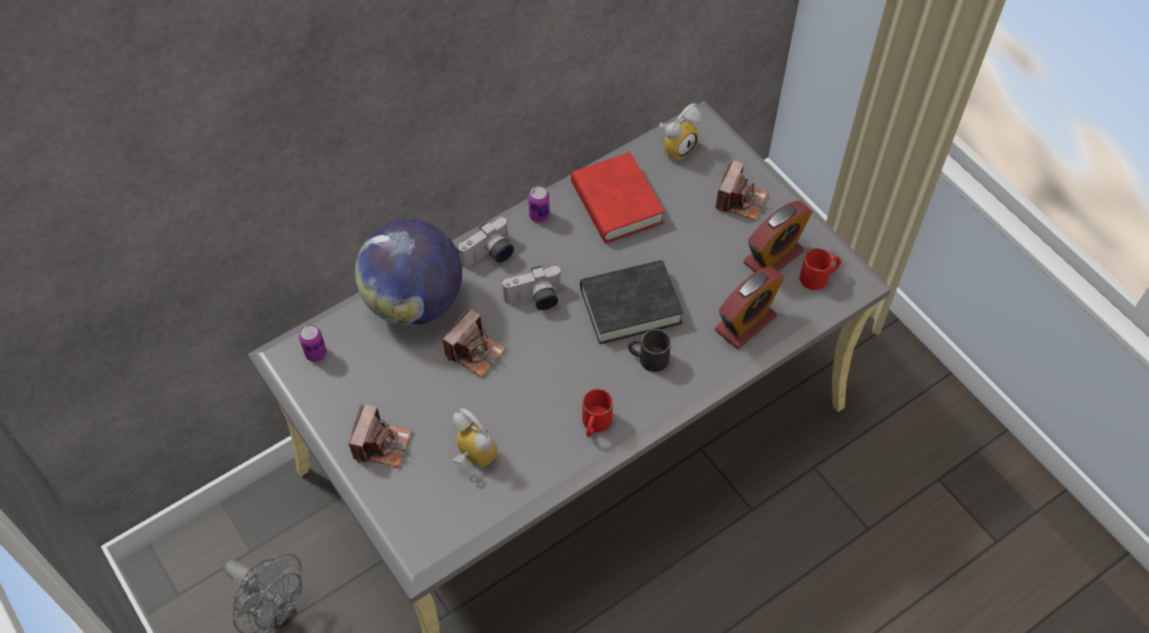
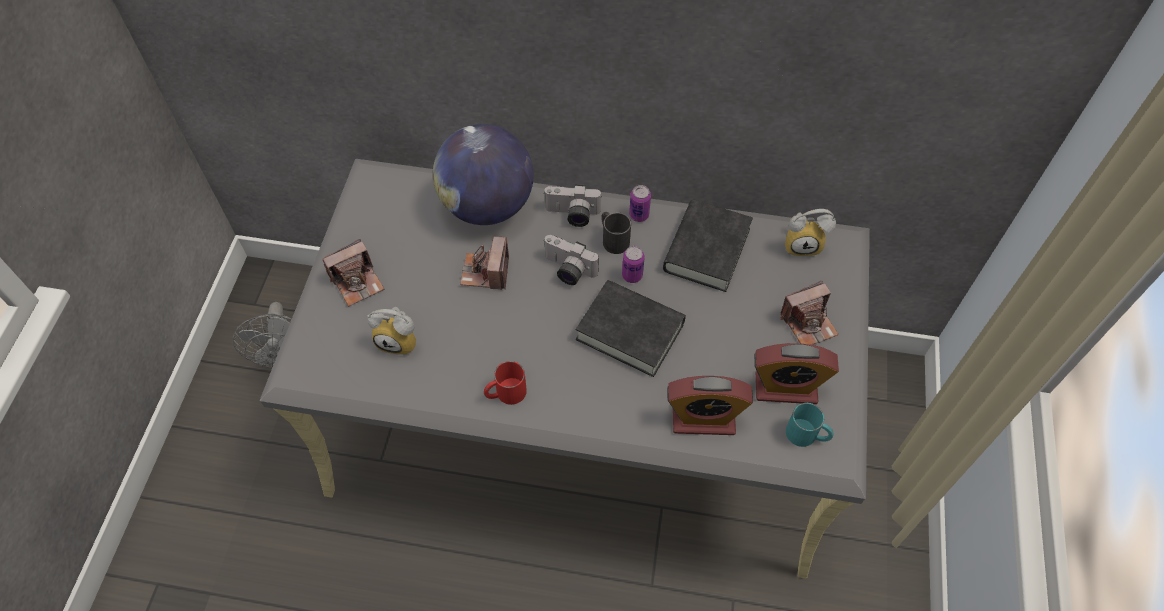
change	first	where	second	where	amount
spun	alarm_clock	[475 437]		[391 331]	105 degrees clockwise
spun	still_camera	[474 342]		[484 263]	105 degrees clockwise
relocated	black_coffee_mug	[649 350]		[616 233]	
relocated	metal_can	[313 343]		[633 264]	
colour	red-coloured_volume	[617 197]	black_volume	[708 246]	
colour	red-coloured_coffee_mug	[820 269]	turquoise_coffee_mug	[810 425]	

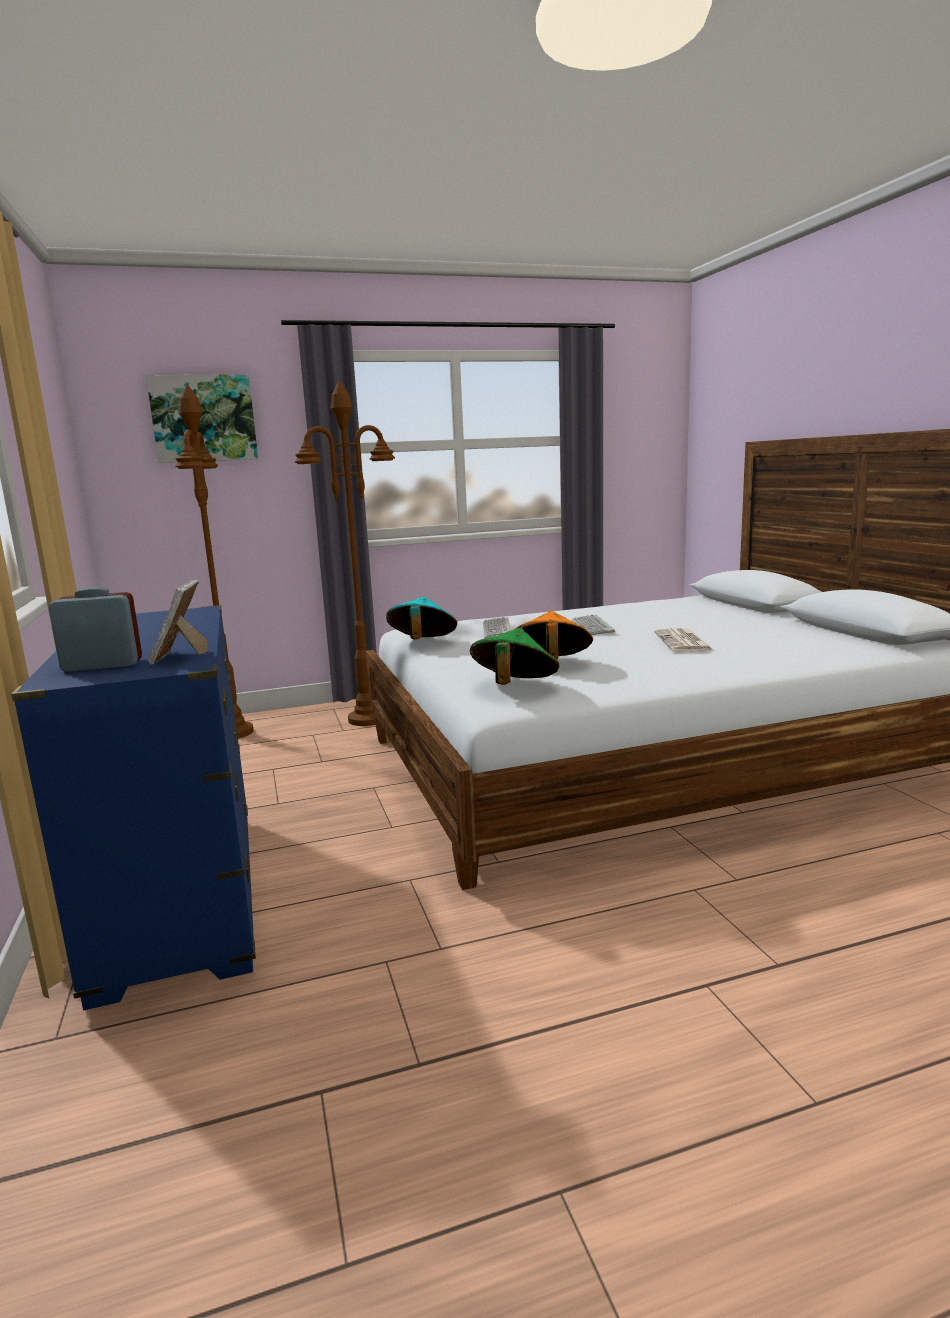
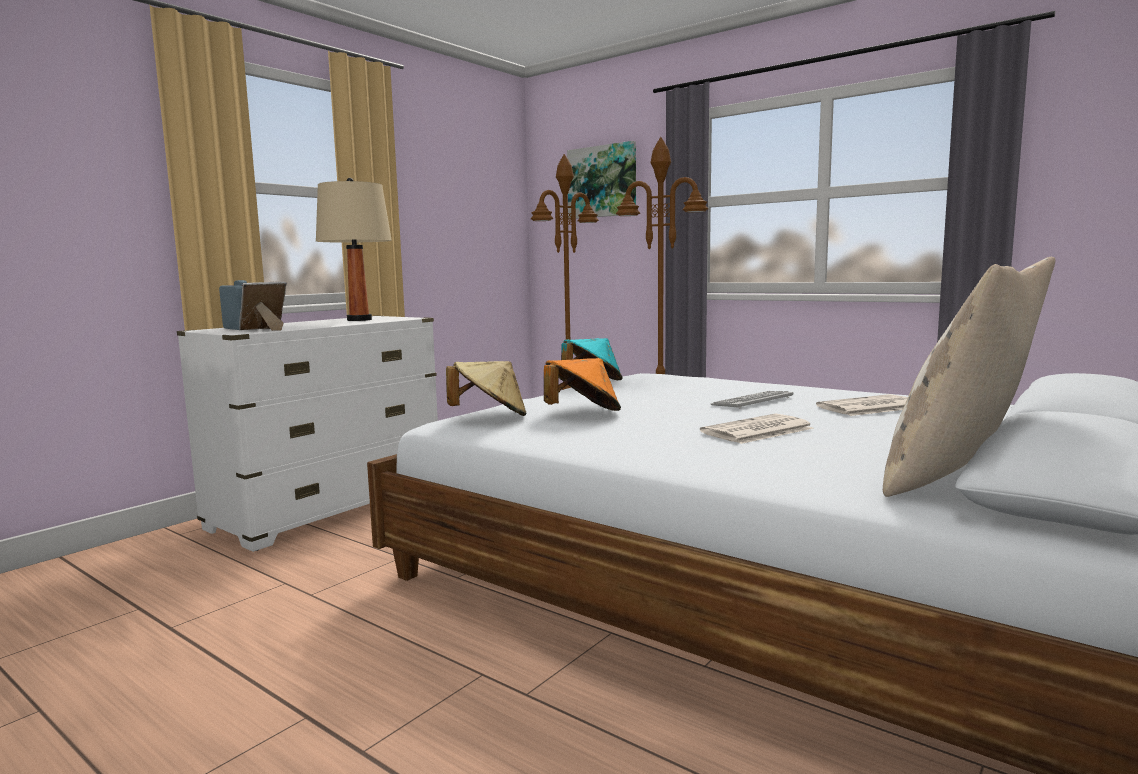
change	first	where	second	where	amount
colour	blue_chest_of_drawers	[133 807]	white_chest_of_drawers	[307 434]	
appeared			sand-coloured_tabletop_lamp	[354 249]	
colour	greenish_wearable_hat	[514 656]	sand-coloured_wearable_hat	[486 388]	
appeared			daily_paper	[862 405]	
appeared			sand-coloured_cushion	[969 377]	
missing	keyboard	[497 627]			

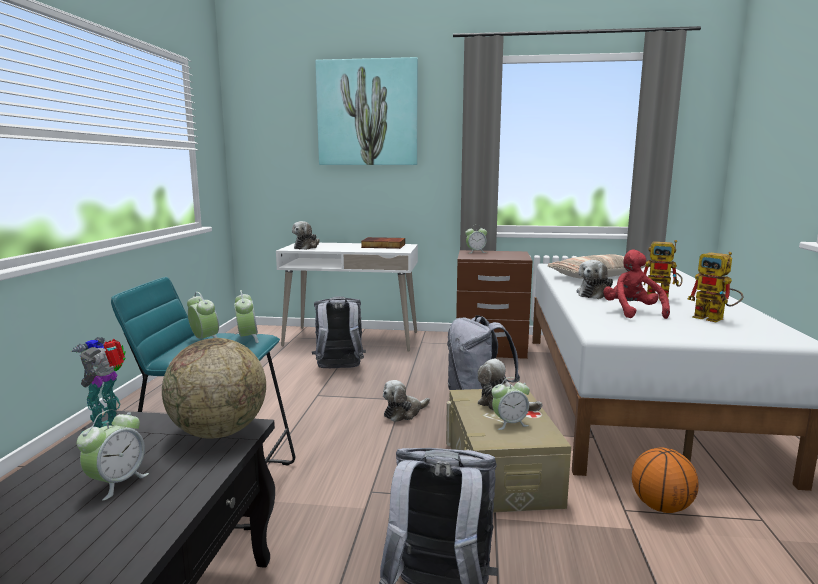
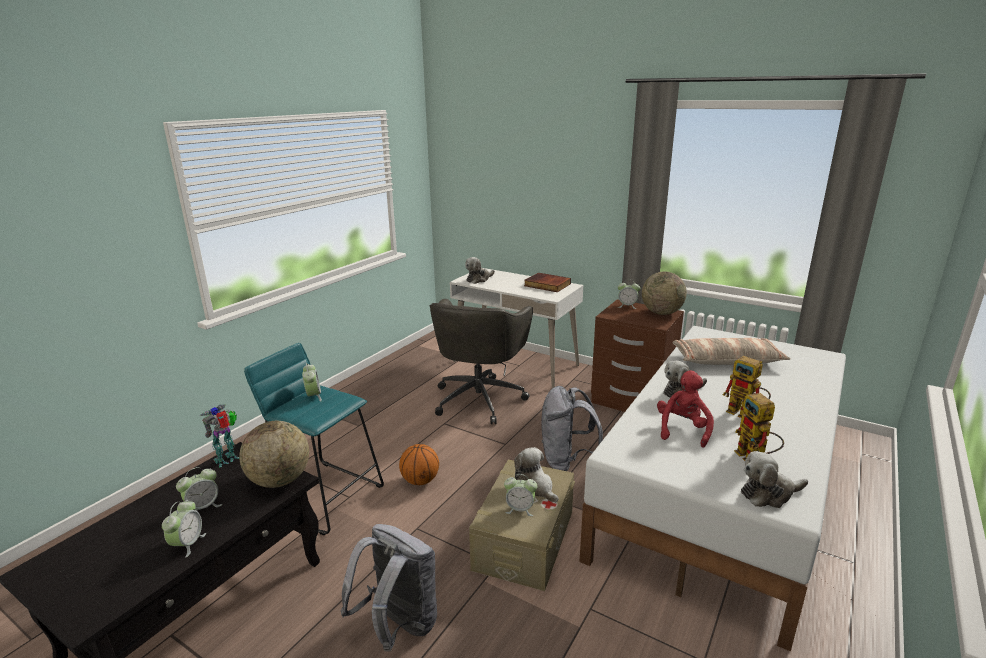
change	first	where	second	where	amount
relocated	alarm_clock	[246 316]		[184 529]	
relocated	ball_for_basketball	[665 480]		[419 464]	
exchanged	grey_backpack	[339 332]	grey_desk_chair	[481 361]	
appeared			world_globe	[664 293]	
relocated	plush_toy	[406 401]		[774 479]	
missing	wall_art	[366 111]			

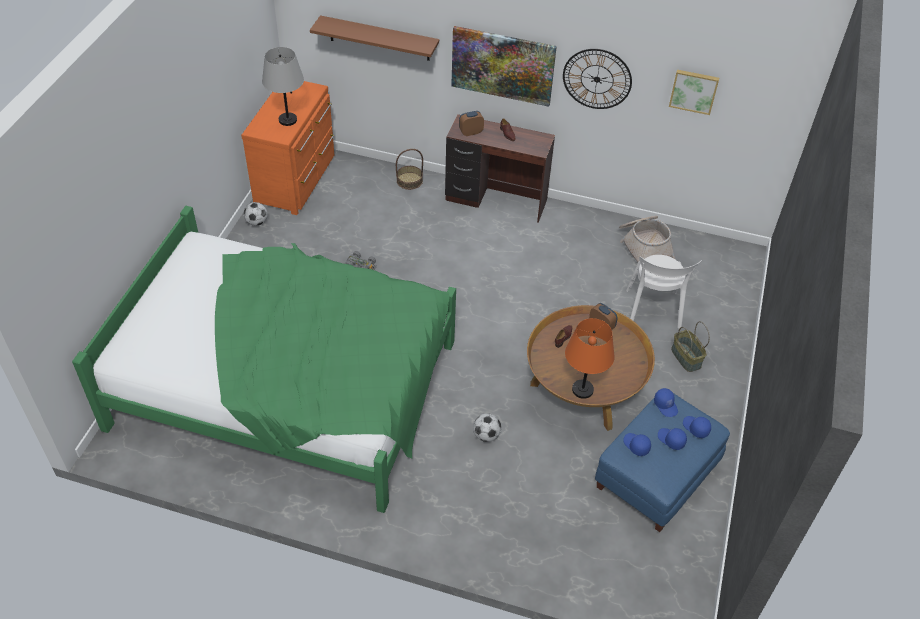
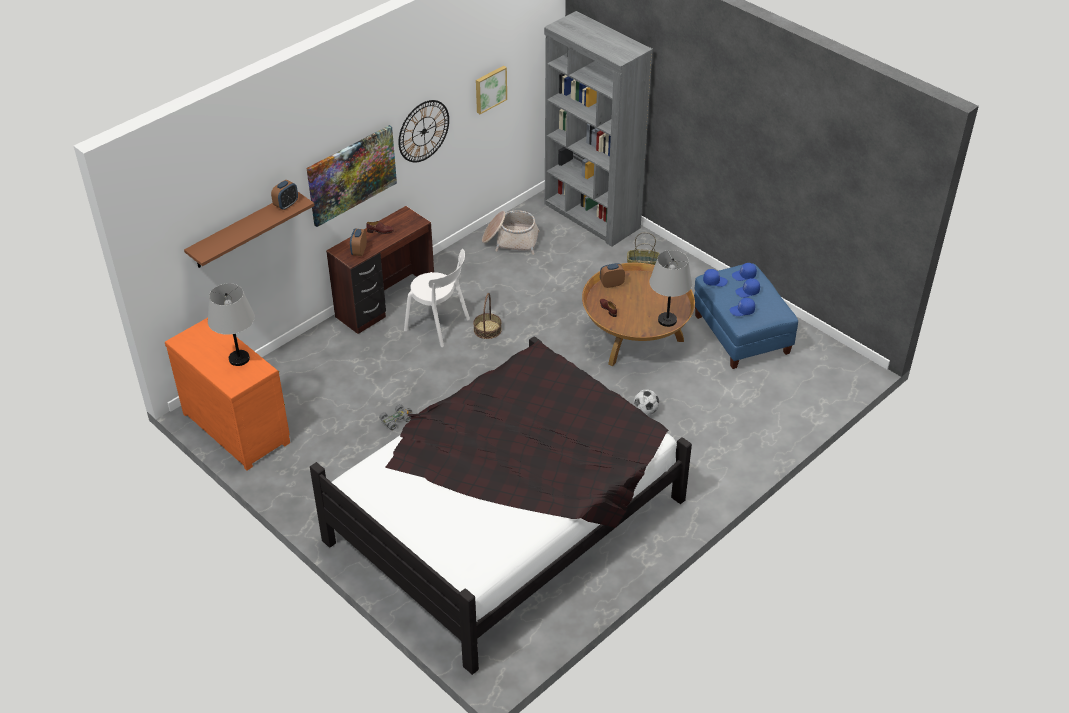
change	first	where	second	where	amount
appeared			alarm_clock	[284 195]	
colour	greenish_bedroom_bed	[264 359]	black_bedroom_bed	[501 505]	
relocated	white_chair	[664 292]		[437 298]	
relocated	storage_basket	[409 169]		[487 316]	
appeared			grey_bookshelf	[598 129]	
colour	orange-coloured_tabletop_lamp	[590 358]	grey_tabletop_lamp	[671 288]	
missing	ball_for_football	[255 214]			

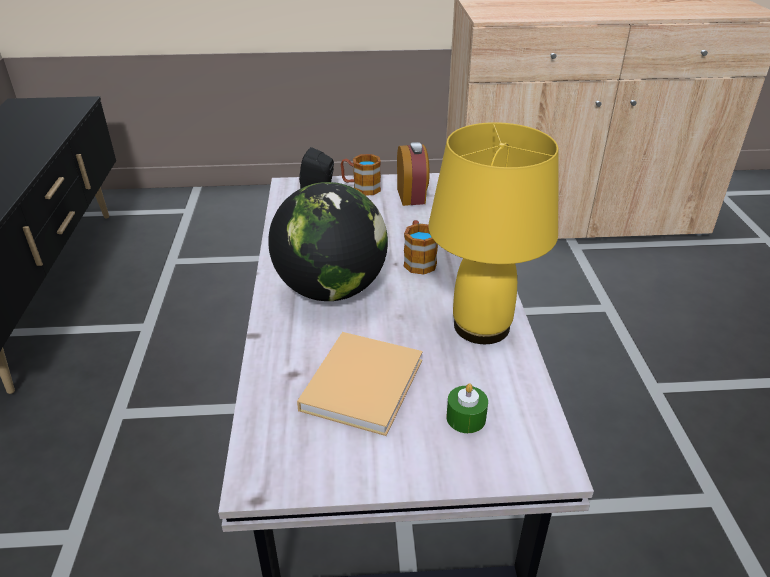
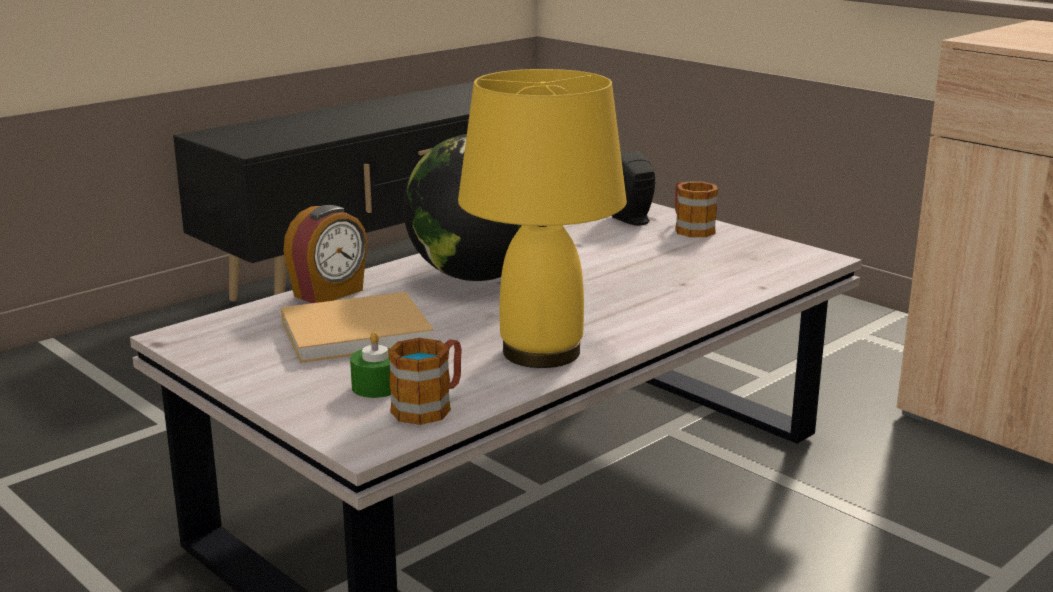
change	first	where	second	where	amount
relocated	alarm_clock	[413 174]		[325 254]	
relocated	coffee_mug	[421 247]		[425 381]	

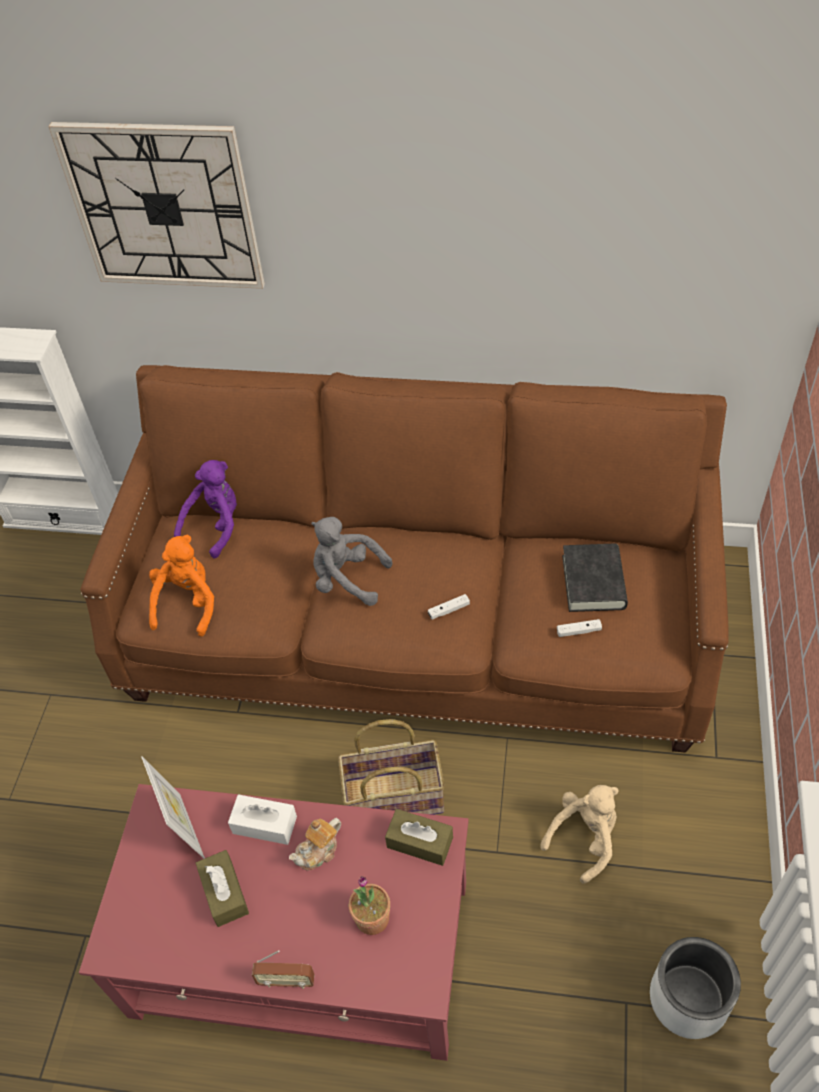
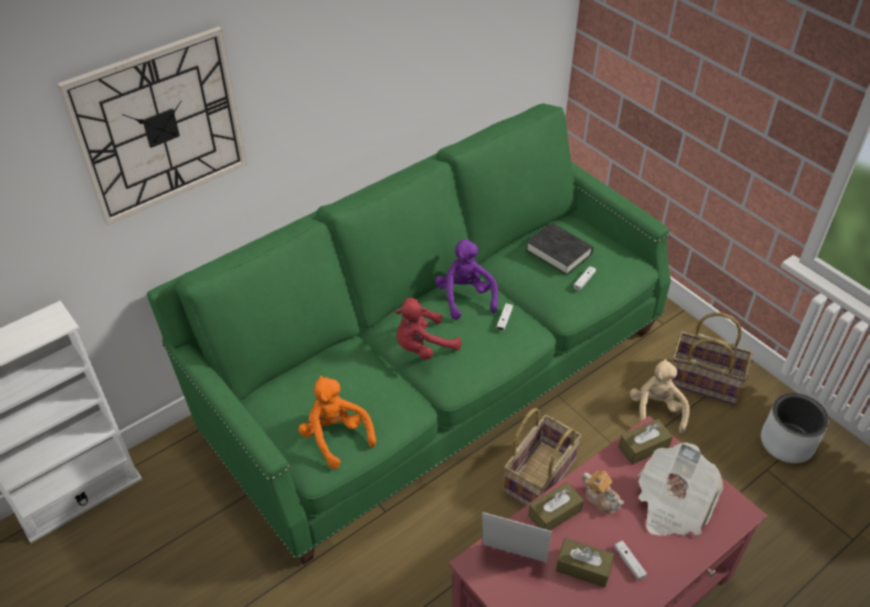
change	first	where	second	where	amount
colour	brown_sofa	[404 559]	greenish_sofa	[409 334]	
colour	grey_plush_toy	[351 561]	red-coloured_plush_toy	[428 329]	
relocated	purplish_plush_toy	[205 509]		[466 279]	
colour	white_tissue_box	[262 819]	brown_tissue_box	[556 506]	
spun	pot_for_tea	[315 844]		[603 492]	45 degrees counterclockwise
appeared			white_game_controller	[630 560]	
exchanged	plant_in_a_pot	[369 905]	daily_paper	[680 489]	
appeared			storage_basket	[712 358]	
missing	radio_receiver	[283 969]			

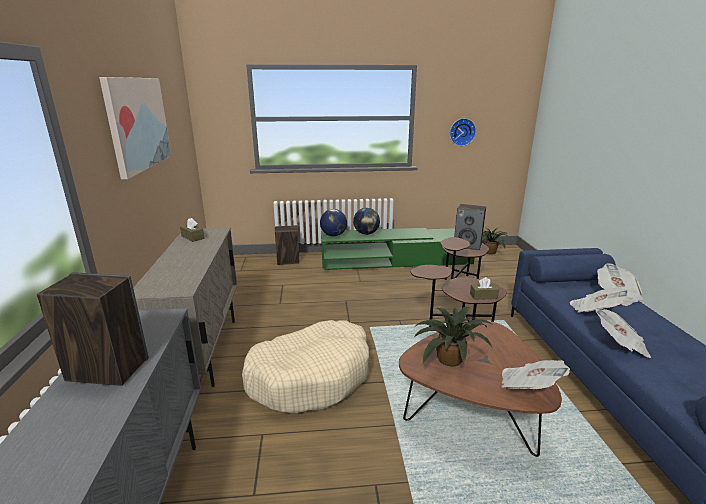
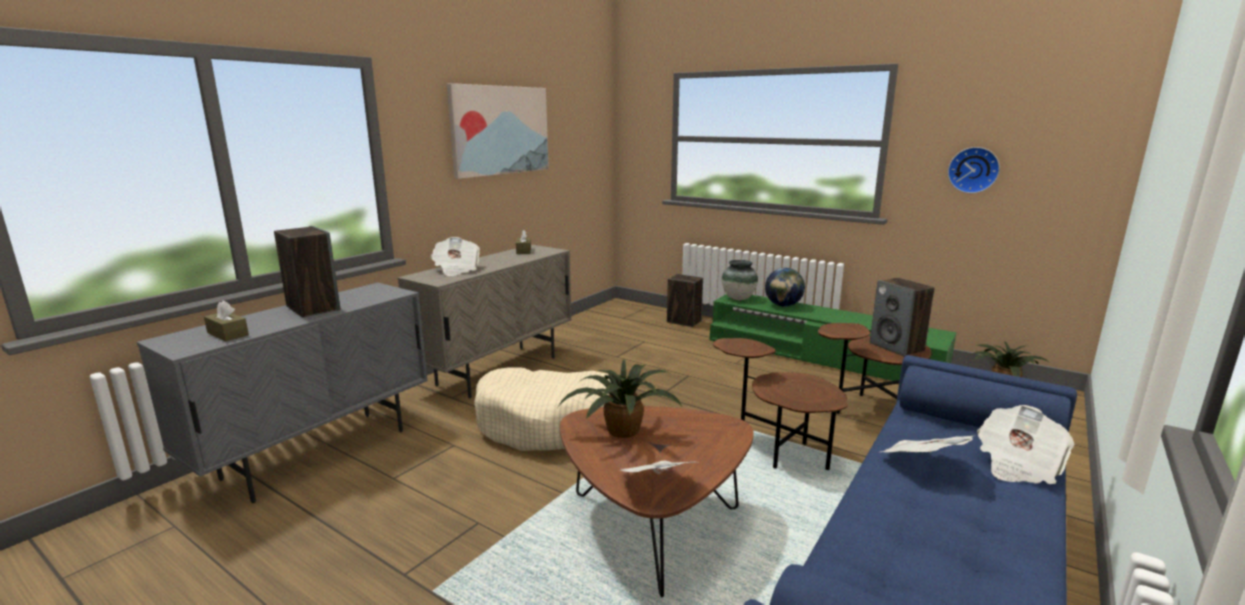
change	first	where	second	where	amount
relocated	brown_tissue_box	[484 288]		[226 320]	
relocated	daily_paper	[623 333]		[455 256]	
exchanged	world_globe	[333 222]	flower_vase	[740 280]	

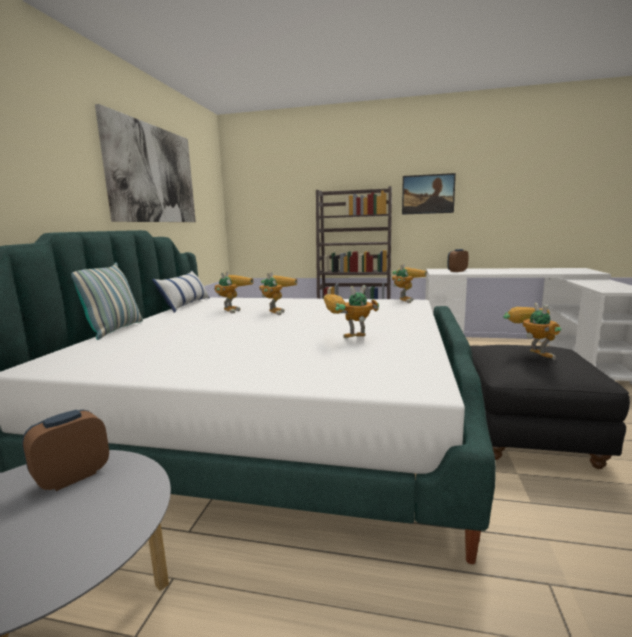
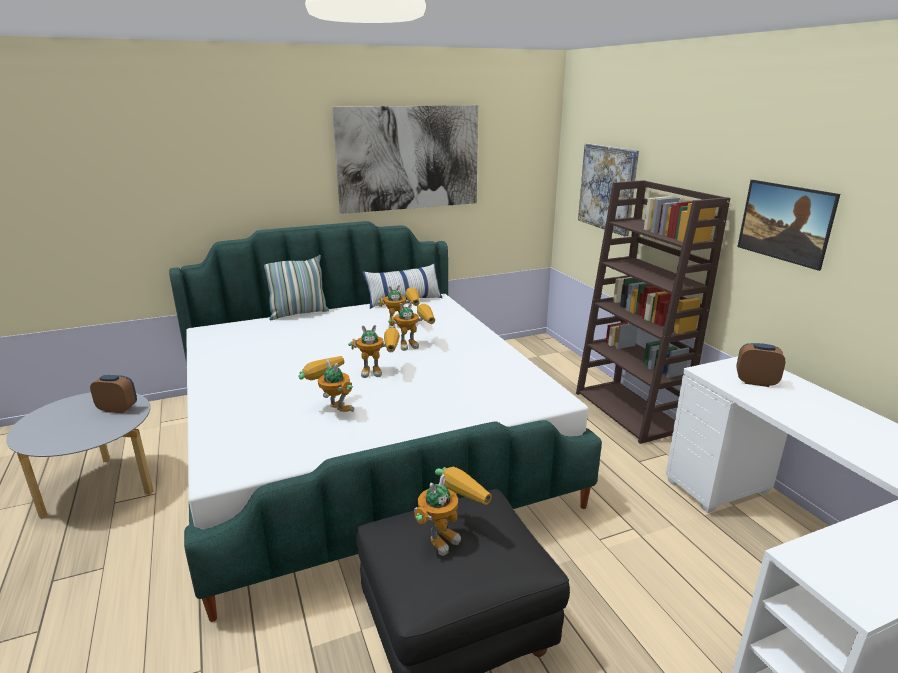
change	first	where	second	where	amount
relocated	robot_figure	[409 283]		[374 351]	
appeared			wall_art	[608 190]	

